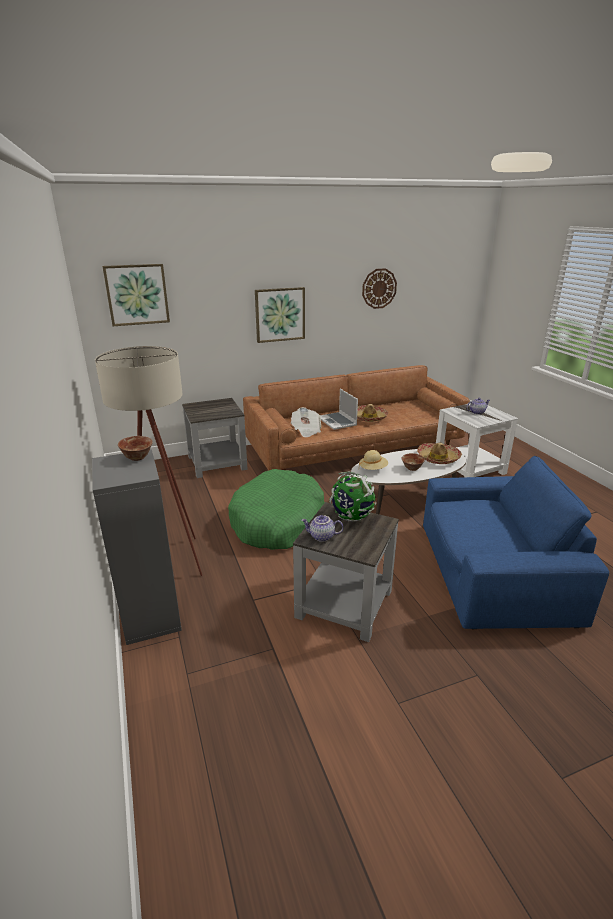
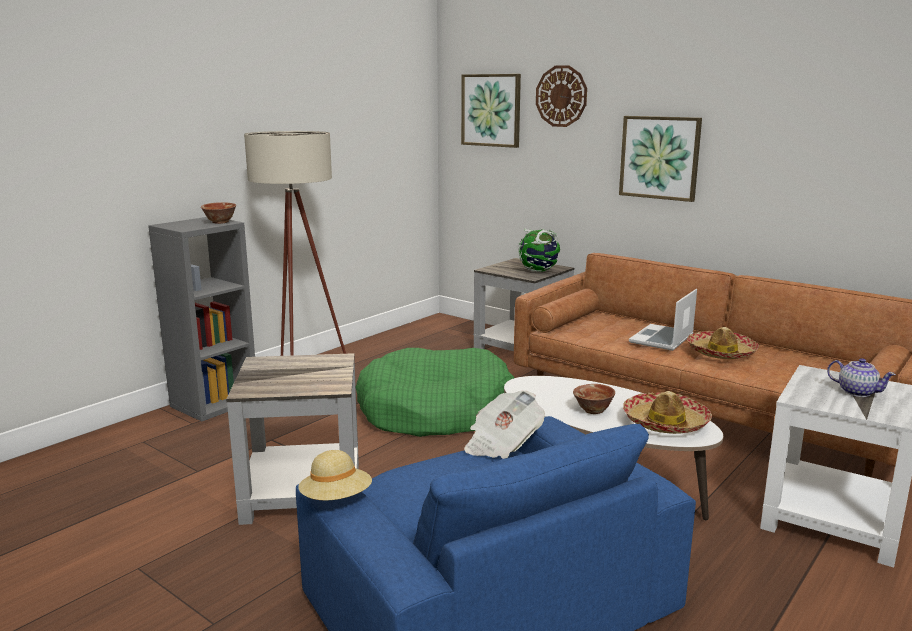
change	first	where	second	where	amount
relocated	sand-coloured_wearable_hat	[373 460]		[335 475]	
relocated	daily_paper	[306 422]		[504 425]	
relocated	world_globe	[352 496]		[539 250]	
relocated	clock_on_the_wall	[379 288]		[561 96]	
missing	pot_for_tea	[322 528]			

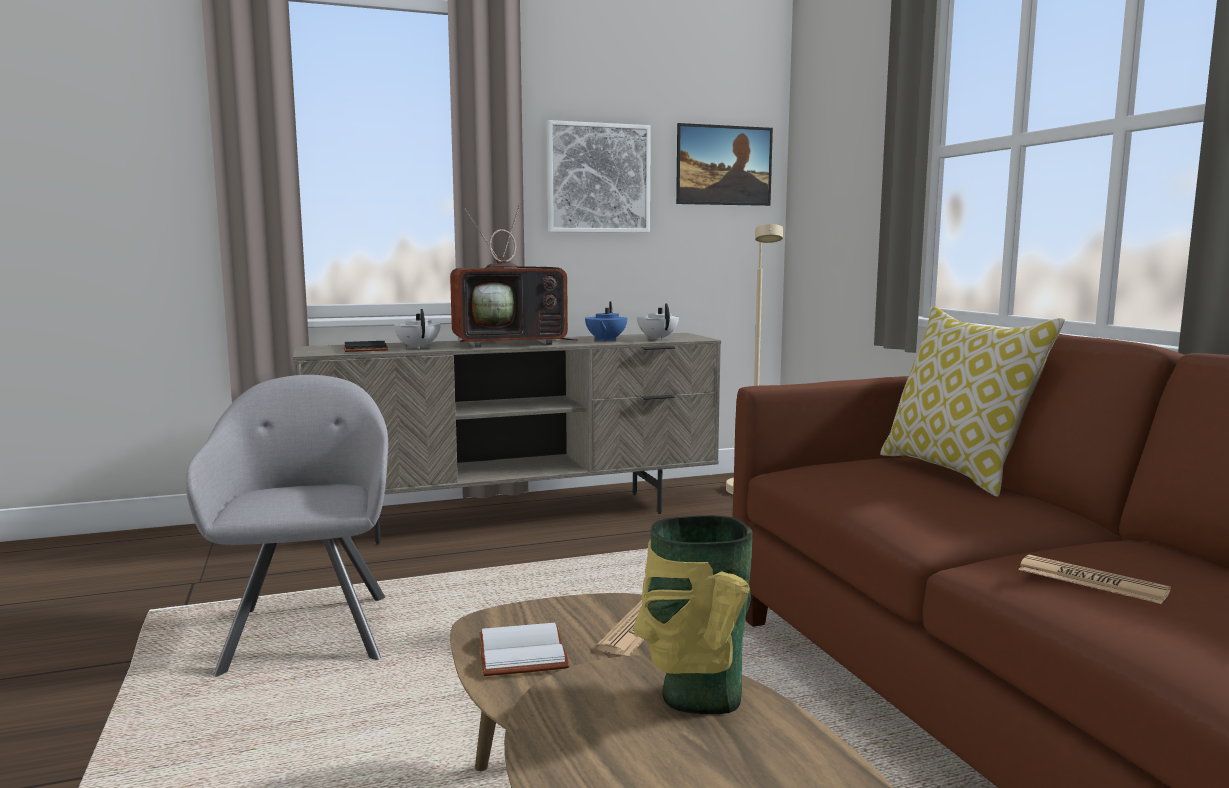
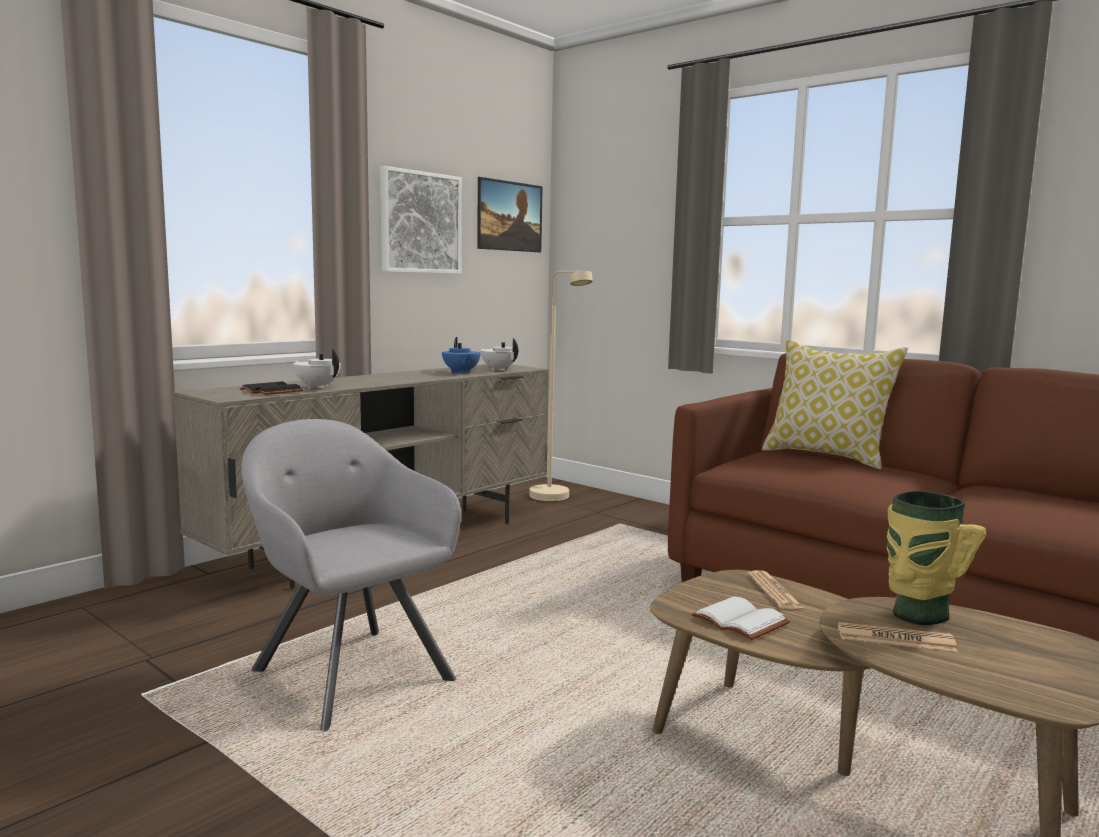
change	first	where	second	where	amount
relocated	daily_paper	[1094 579]		[897 637]	
missing	TV_set	[514 275]			

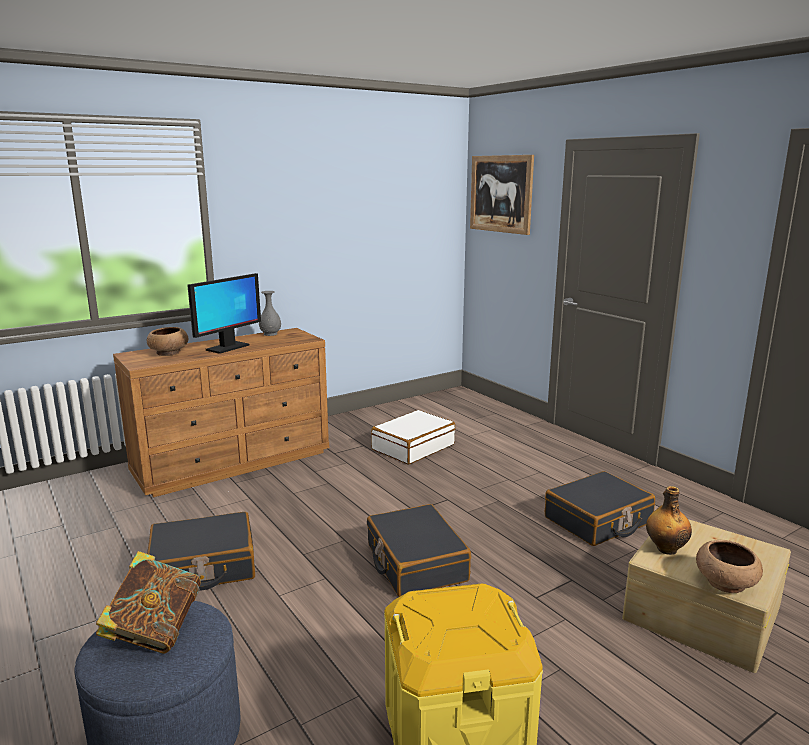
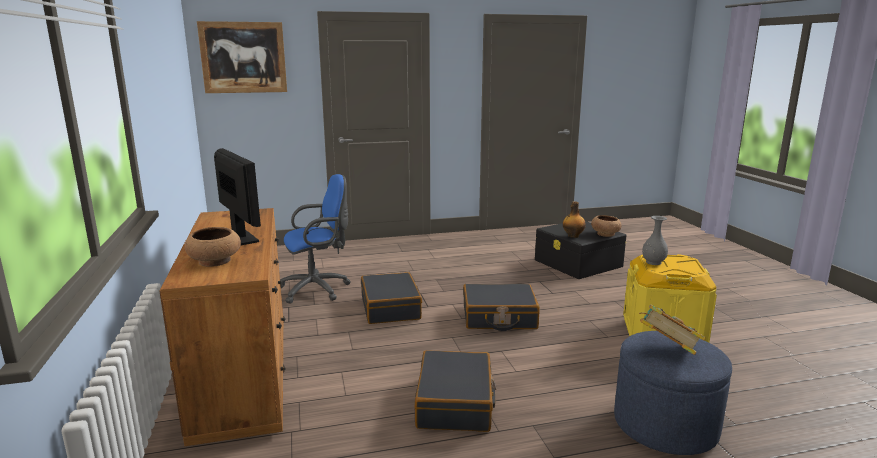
change	first	where	second	where	amount
exchanged	white_piece_of_luggage	[413 437]	blue_desk_chair	[315 239]	
relocated	black_piece_of_luggage	[600 508]		[391 298]	
colour	sand-coloured_storage_bin	[706 596]	black_storage_bin	[580 250]	
relocated	grey_flower_vase	[270 313]		[655 240]	

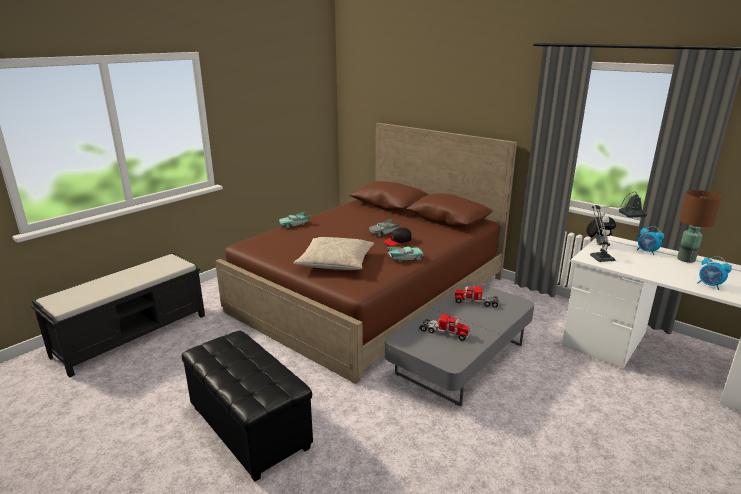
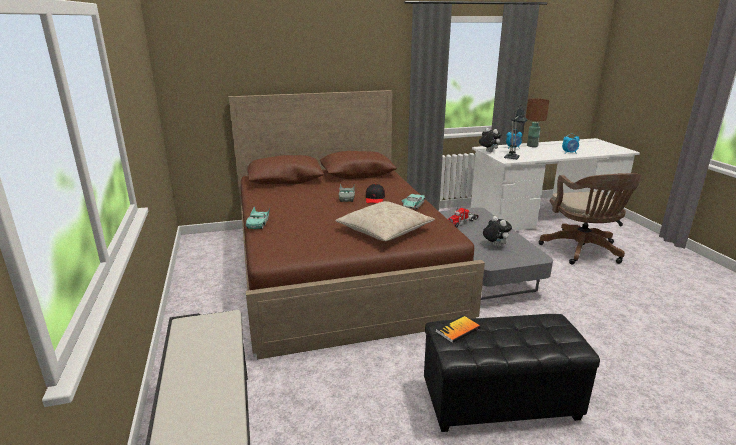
change	first	where	second	where	amount
appeared			volume	[458 329]	
exchanged	toy_lorry	[445 327]	plush_toy	[497 231]	
appeared			brown_desk_chair	[590 219]	

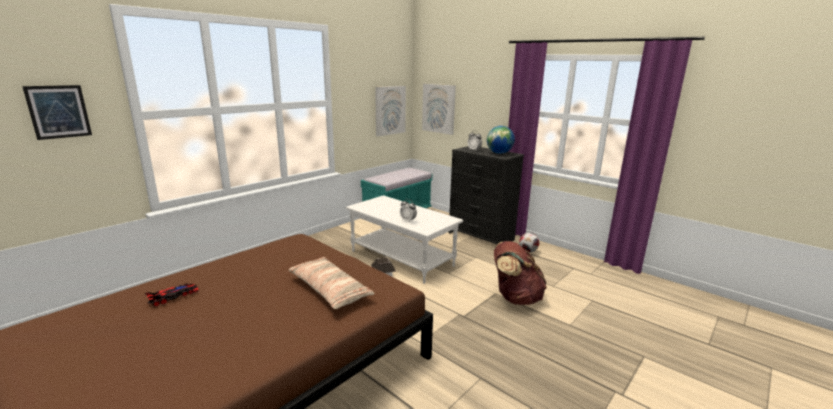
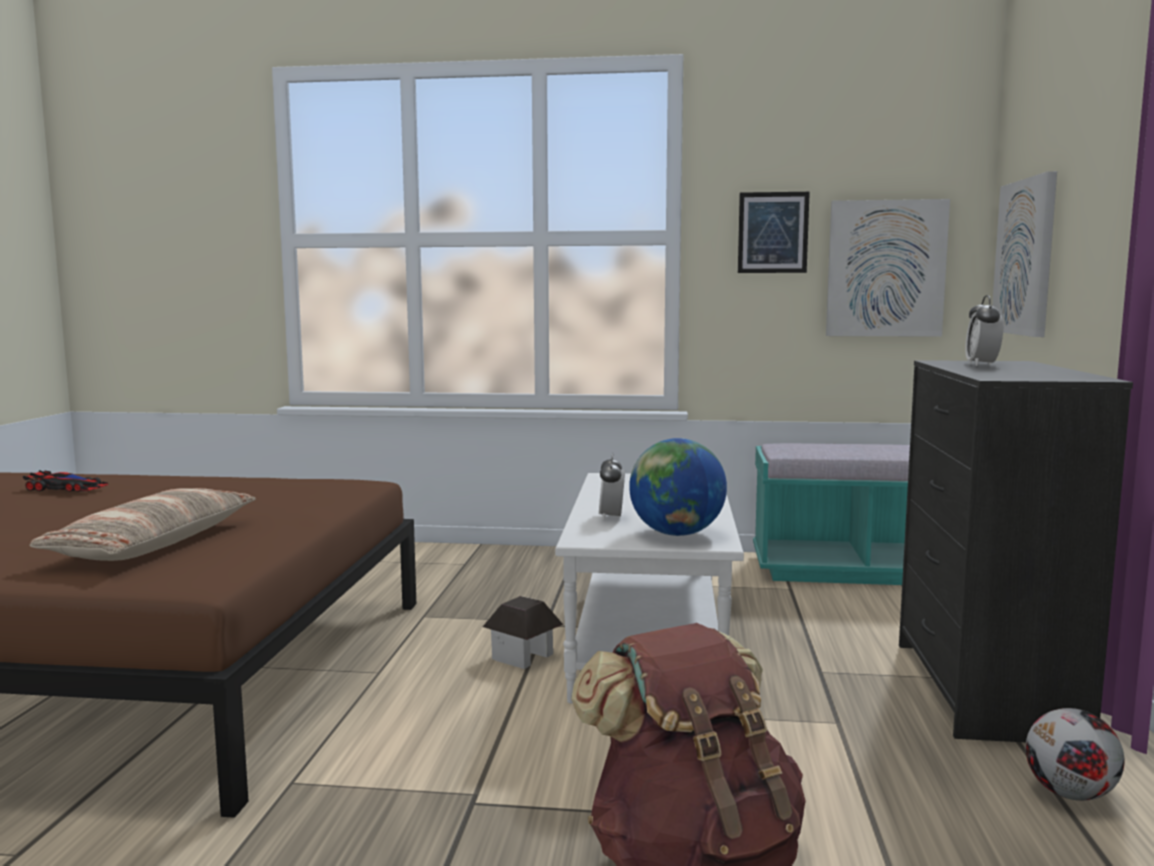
change	first	where	second	where	amount
relocated	world_globe	[501 140]		[678 487]	
relocated	wall_art	[57 112]		[774 232]	

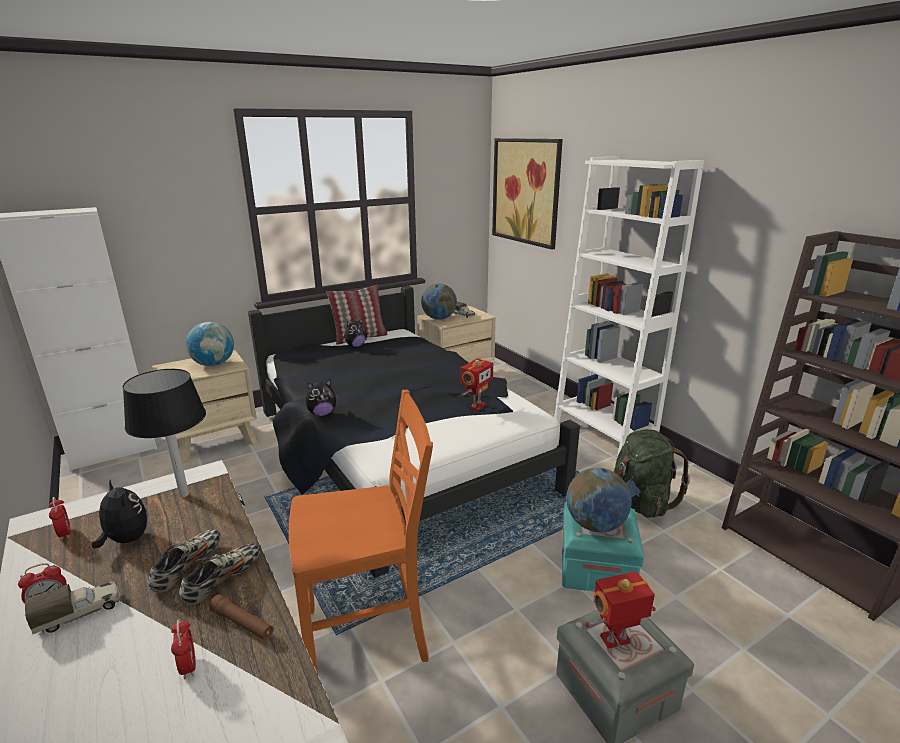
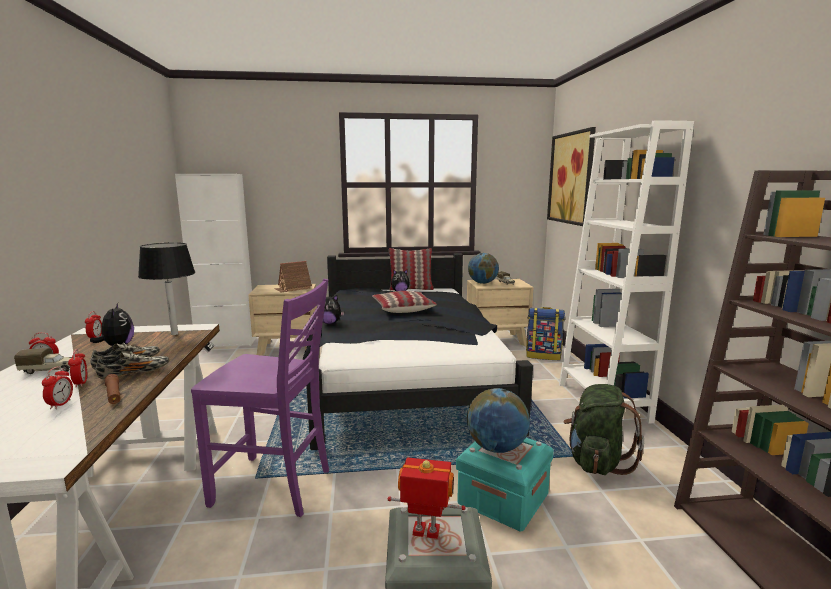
change	first	where	second	where	amount
appeared			alarm_clock	[77 368]	
colour	orange-coloured_chair	[361 532]	purplish_chair	[260 398]	
exchanged	world_globe	[210 344]	toy_house	[293 277]	
appeared			cushion	[404 302]	
appeared			backpack	[545 333]	
missing	robot_figure	[477 384]			

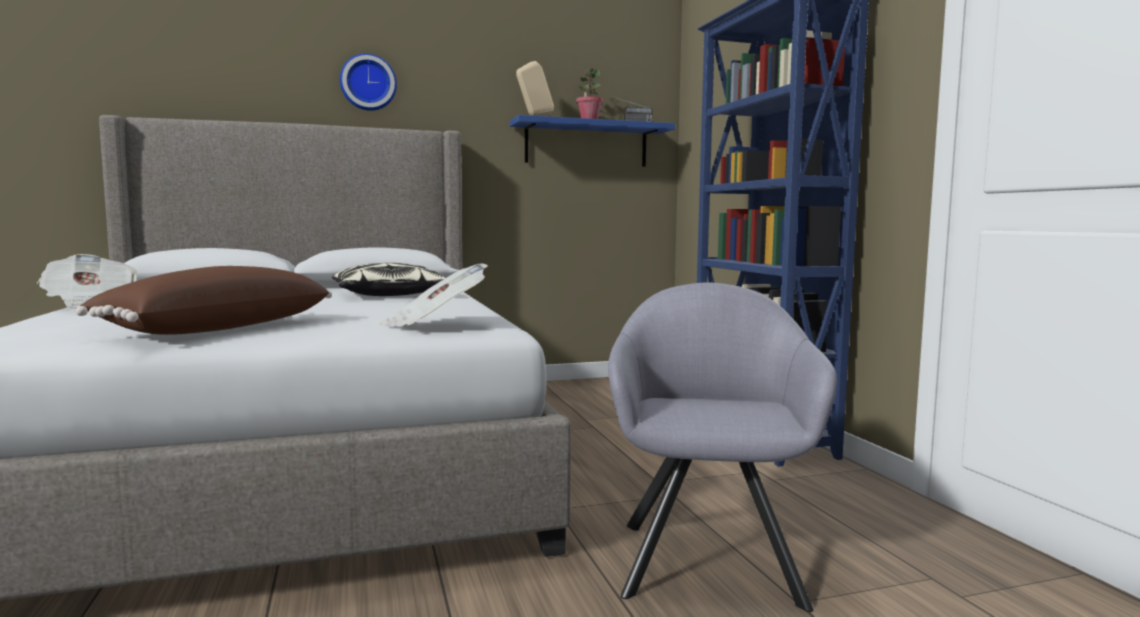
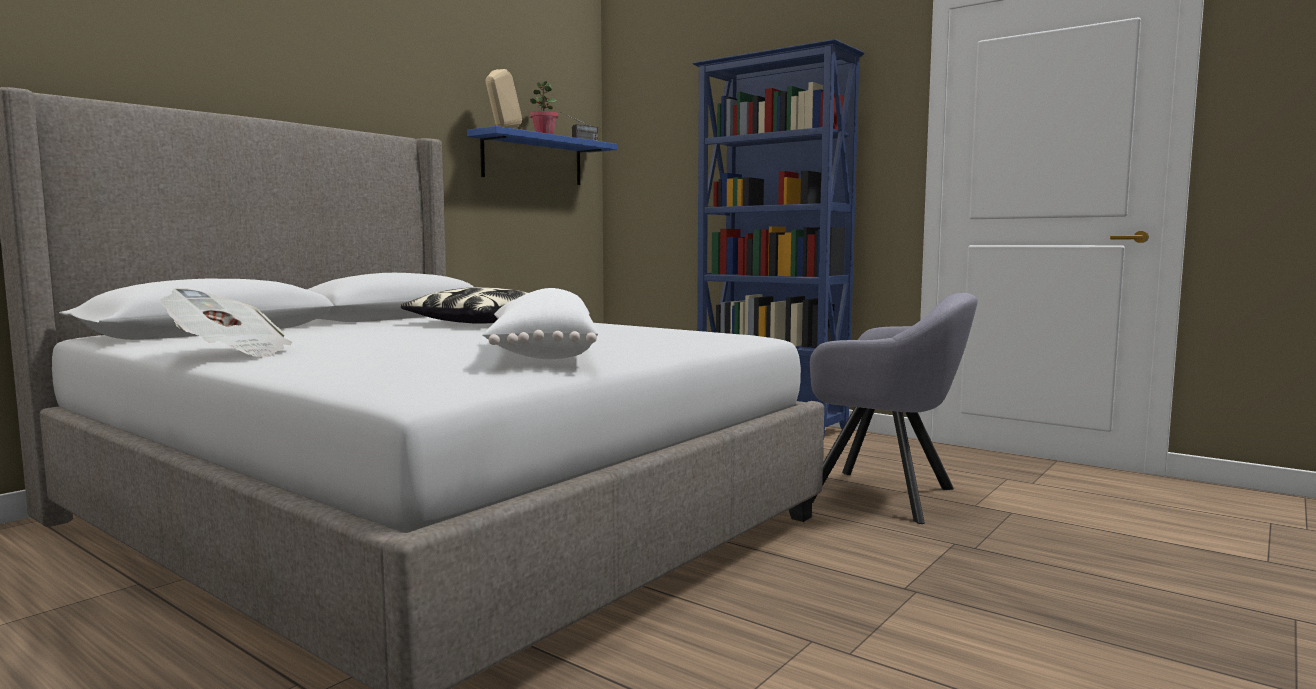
change	first	where	second	where	amount
colour	brown_cushion	[203 300]	white_cushion	[540 323]	
spun	grey_lounge_chair	[722 447]		[894 408]	150 degrees clockwise
missing	clock_on_the_wall	[368 82]			
missing	daily_paper	[434 295]			

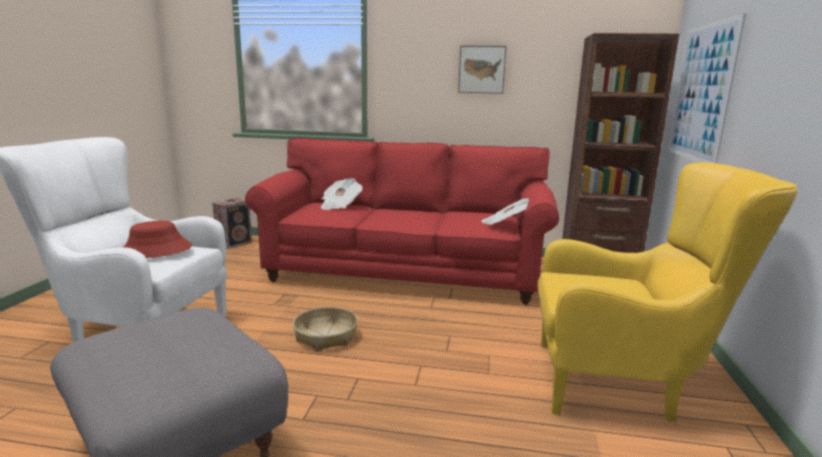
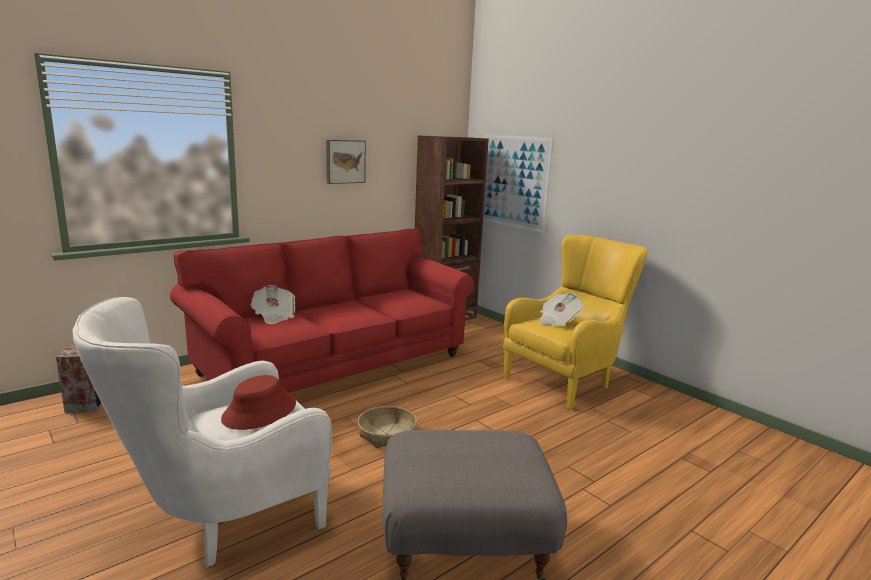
change	first	where	second	where	amount
relocated	daily_paper	[505 211]		[561 309]	

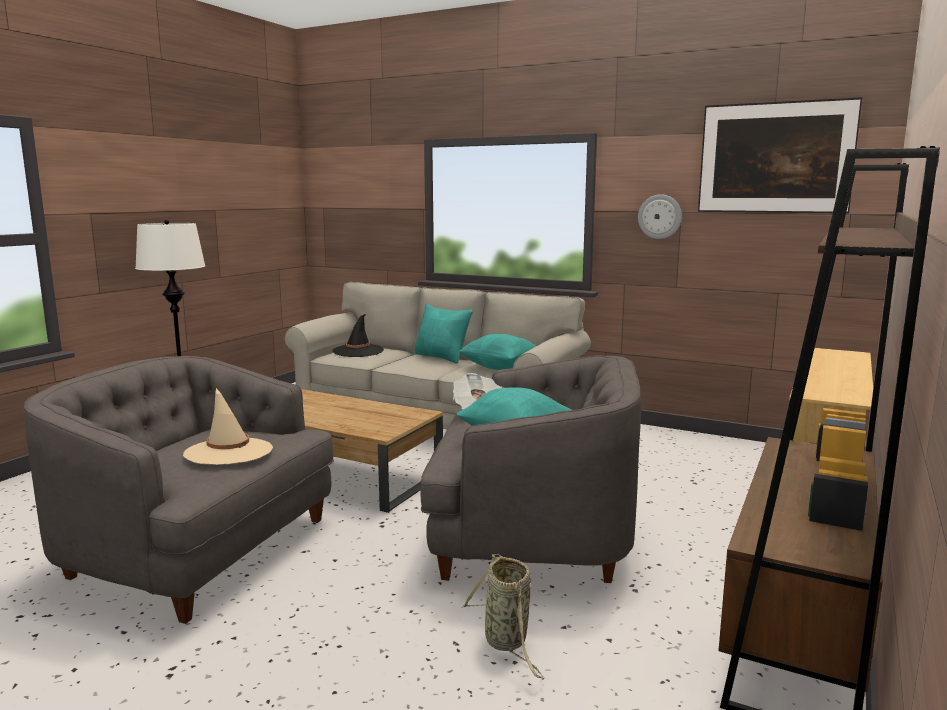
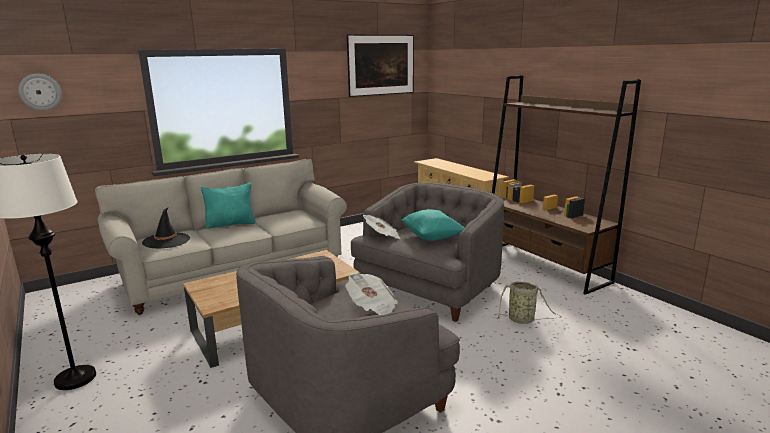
change	first	where	second	where	amount
relocated	clock_on_the_wall	[660 216]		[40 92]	
exchanged	sand-coloured_wearable_hat	[228 426]	daily_paper	[371 294]	
missing	turquoise_cushion	[497 352]			

